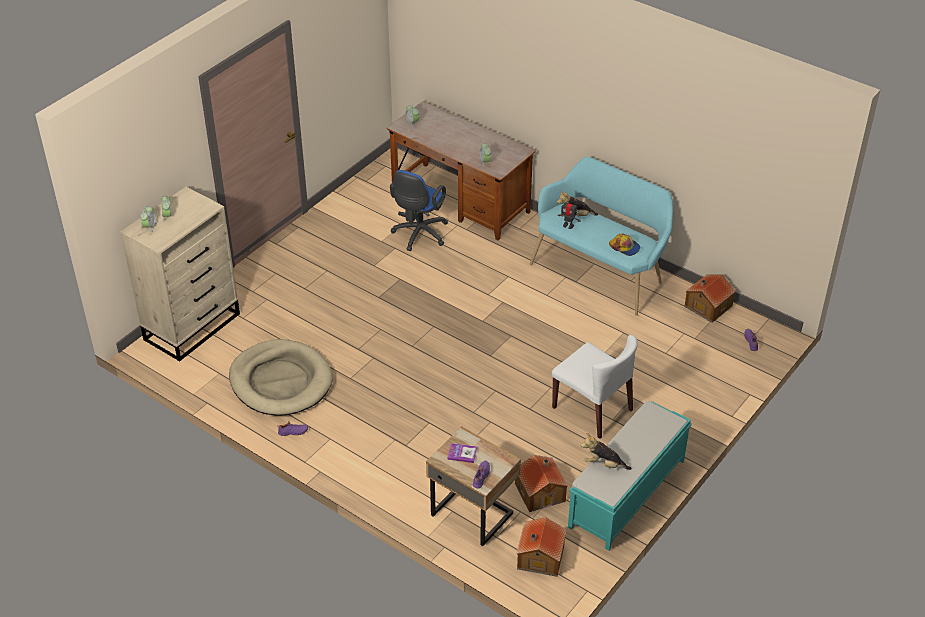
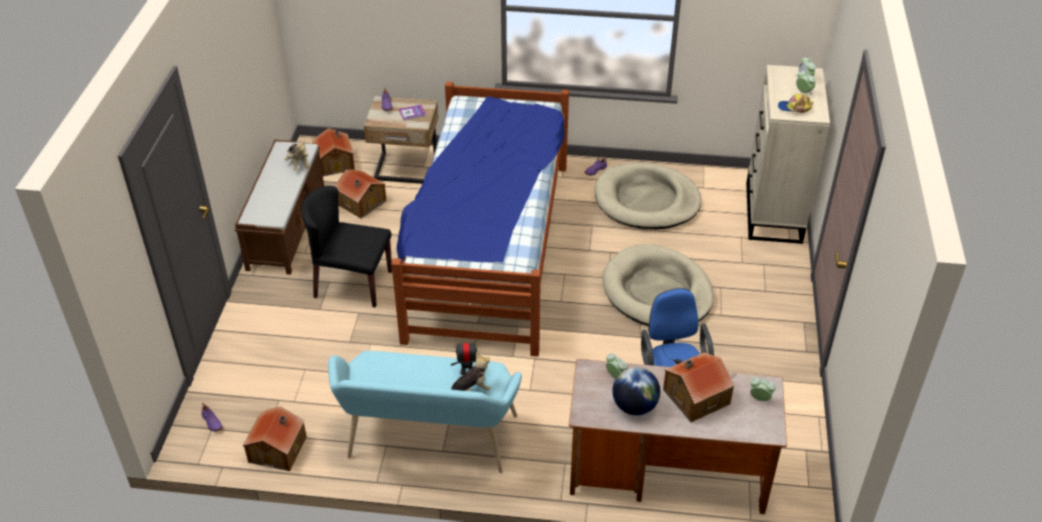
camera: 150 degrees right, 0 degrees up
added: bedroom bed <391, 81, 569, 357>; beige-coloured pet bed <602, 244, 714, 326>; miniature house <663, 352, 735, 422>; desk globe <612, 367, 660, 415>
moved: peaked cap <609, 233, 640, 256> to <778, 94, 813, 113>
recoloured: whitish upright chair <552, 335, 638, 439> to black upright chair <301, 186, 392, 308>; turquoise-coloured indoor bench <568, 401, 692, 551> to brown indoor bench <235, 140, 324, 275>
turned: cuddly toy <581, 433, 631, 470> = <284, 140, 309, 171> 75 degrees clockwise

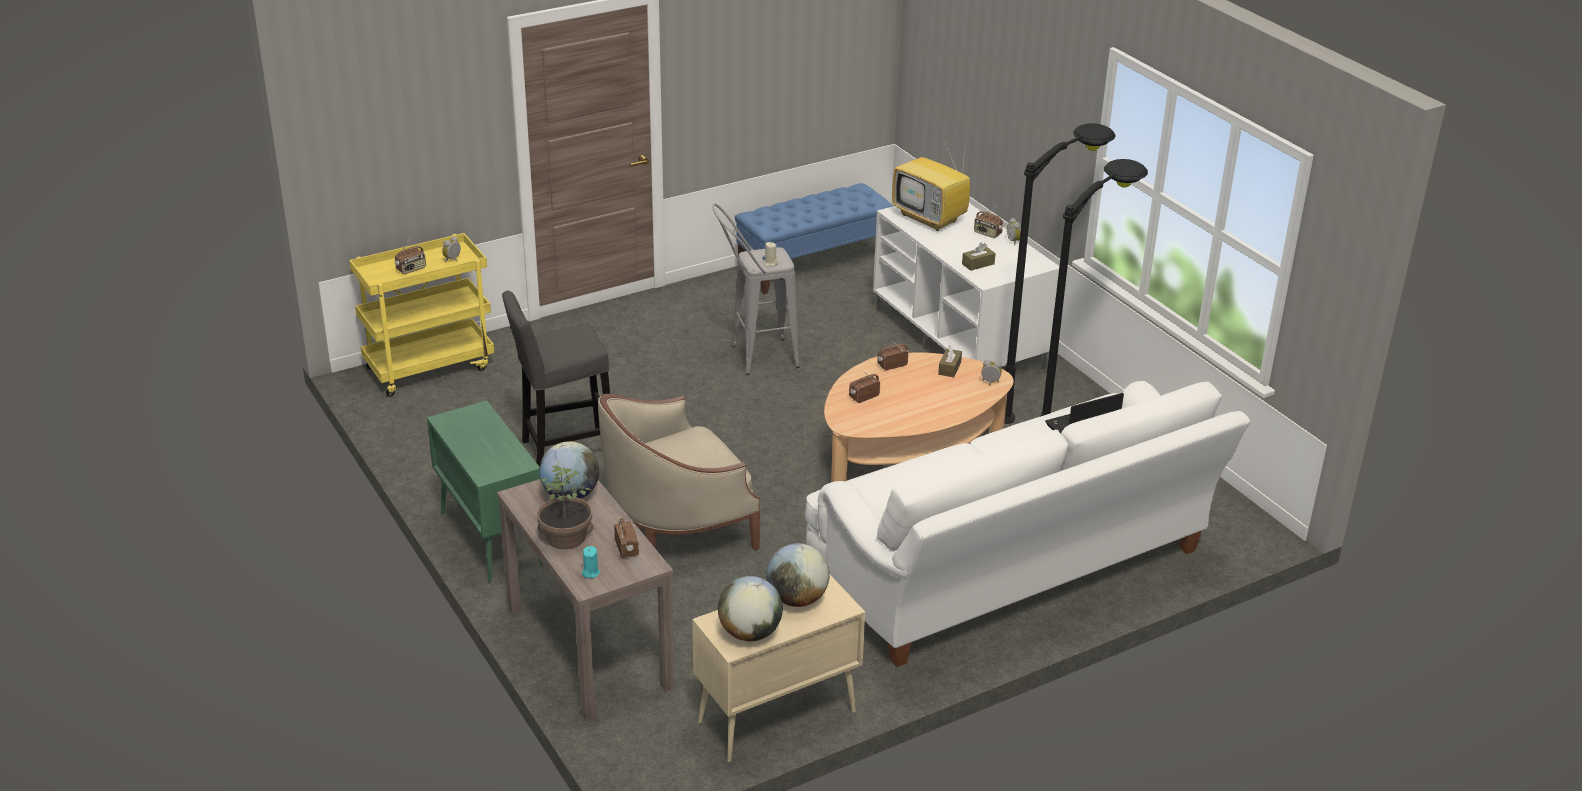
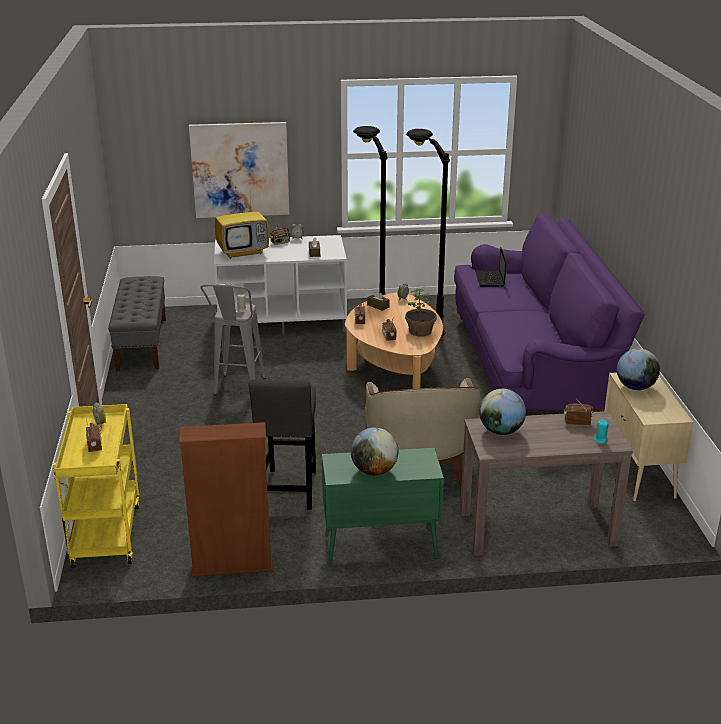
camera: 65 degrees left, 5 degrees down
added: wall art <189, 122, 289, 218>; brown bookcase <179, 422, 273, 577>
moved: houseplant <537, 465, 594, 549> to <405, 289, 437, 337>; desk globe <718, 576, 783, 641> to <351, 427, 398, 475>
recoloured: blue indoor bench <735, 183, 893, 294> to greyish indoor bench <108, 276, 166, 371>; whitish sofa <805, 381, 1250, 667> to purplish sofa <454, 213, 644, 412>

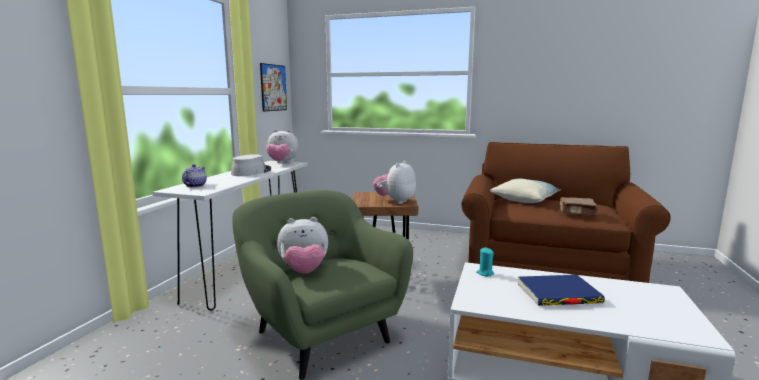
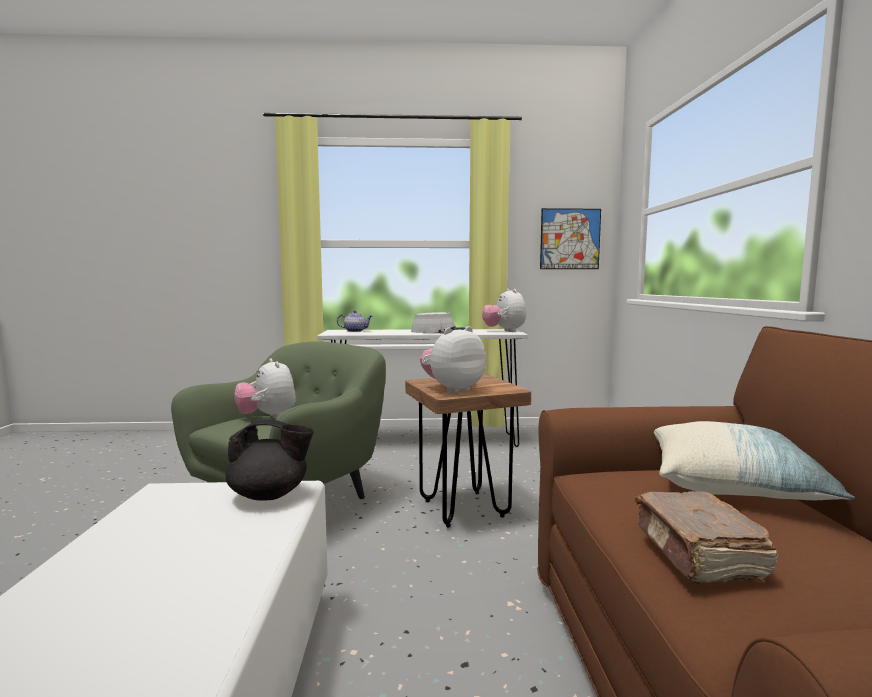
camera: 70 degrees right, 5 degrees down
removed: blue book <518, 275, 605, 306>
replaced: turquoise-coloured wax light <476, 248, 494, 276> to black tea pot <225, 419, 314, 501>
turned: cuddly toy <373, 160, 416, 204> = <420, 326, 486, 393> 45 degrees counterclockwise

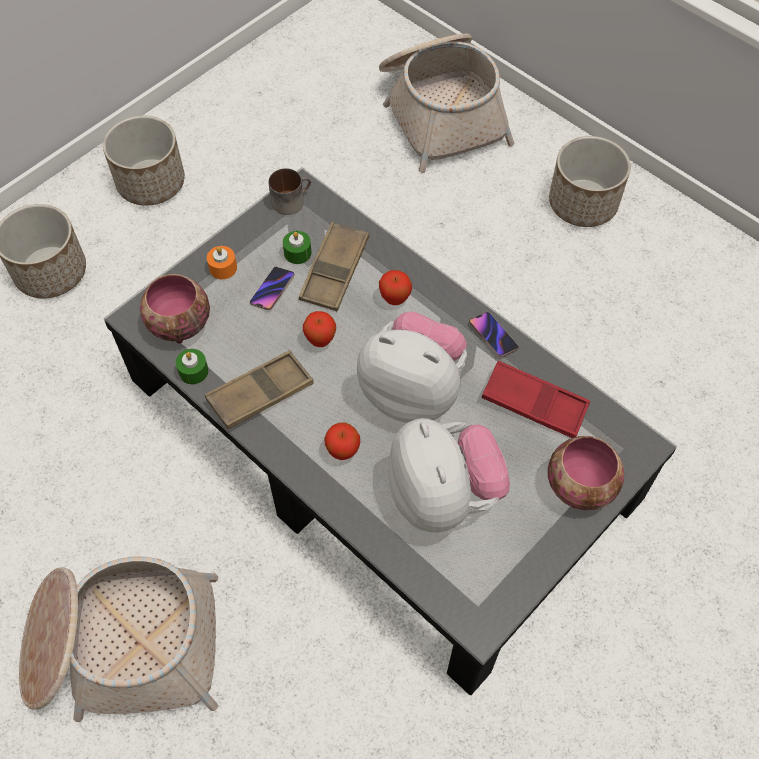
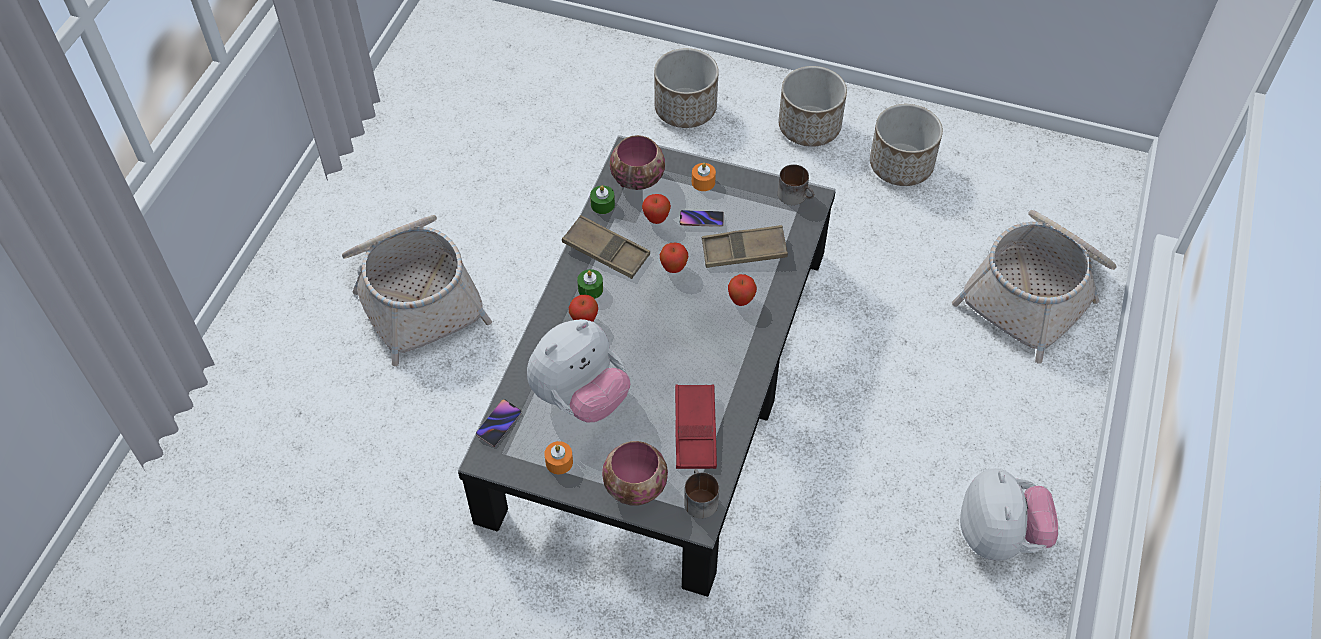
camera: 65 degrees right, 5 degrees down
added: apple <642, 194, 671, 224>; orange wax light <544, 441, 573, 474>; tea mug <684, 469, 719, 519>
moved: flower pot <549, 136, 631, 227> to <870, 104, 943, 186>; green-coloured wax light <283, 231, 312, 264> to <577, 269, 603, 299>; cuddly toy <357, 312, 467, 423> to <960, 468, 1058, 561>; phone <469, 312, 519, 358> to <476, 399, 522, 447>

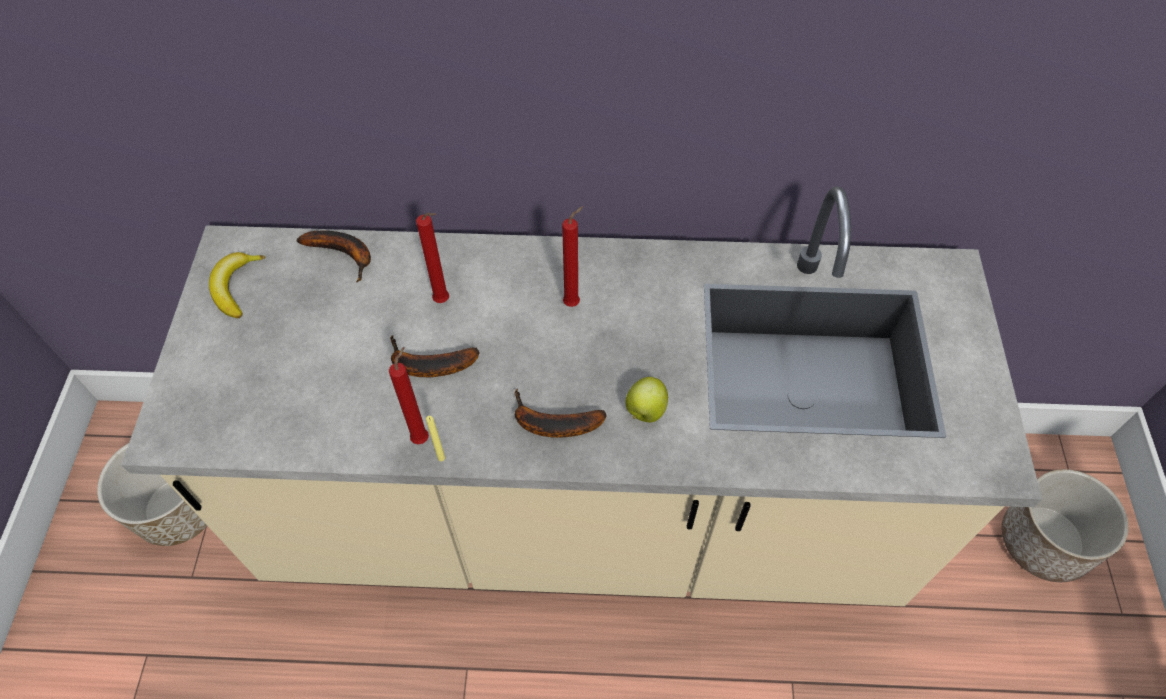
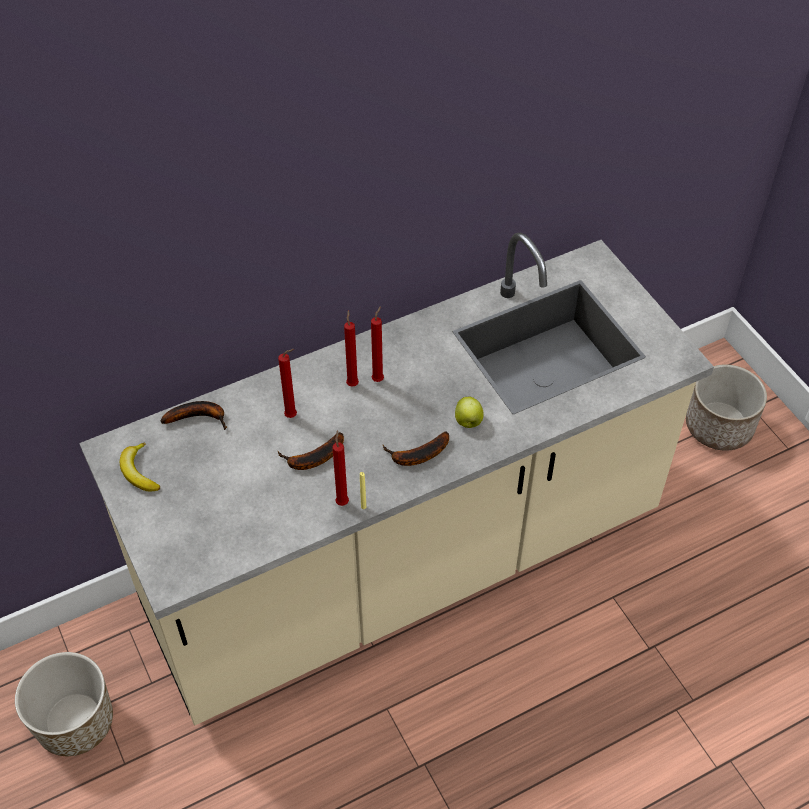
camera: 30 degrees left, 5 degrees down
added: reddish wax light <344, 310, 359, 387>

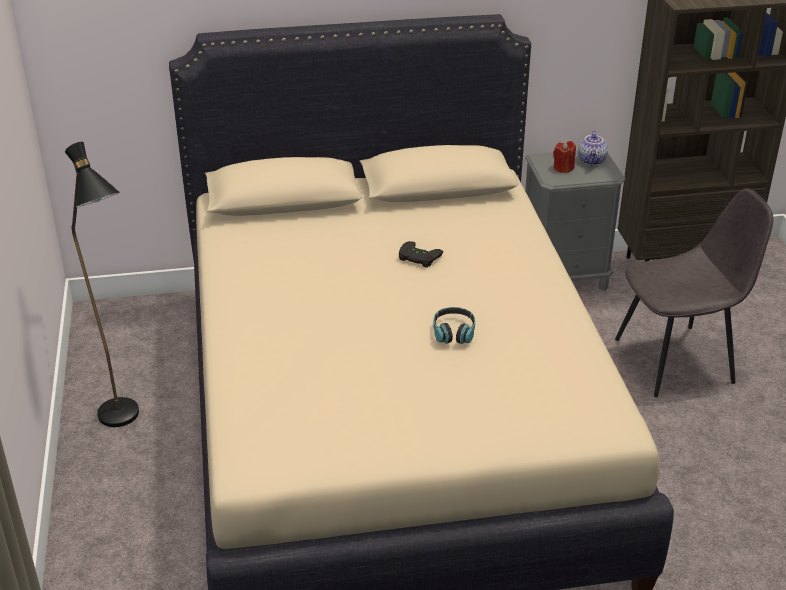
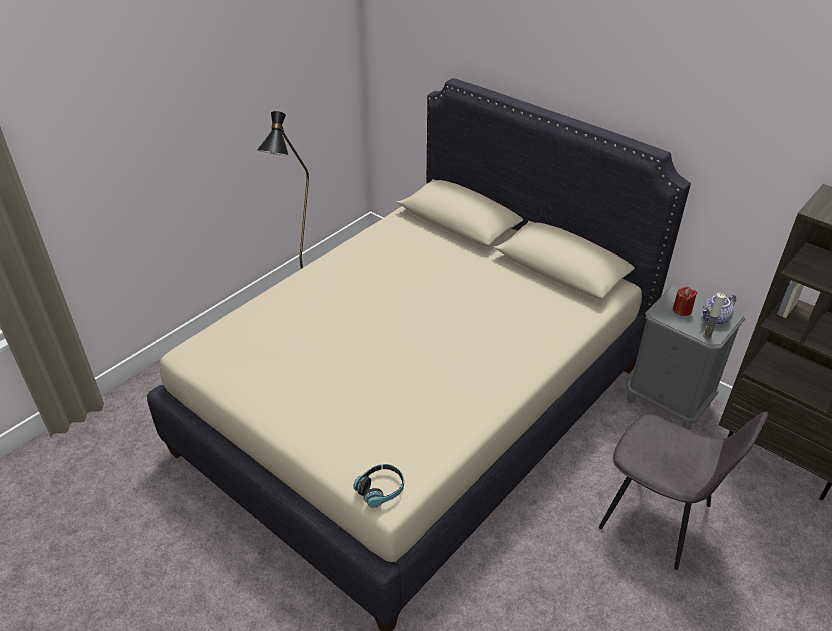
camera: 50 degrees right, 5 degrees up
removed: black joypad <399, 241, 443, 267>
added: wax light <703, 293, 725, 339>
moved: pair of headphones <433, 307, 475, 344> to <353, 464, 404, 508>

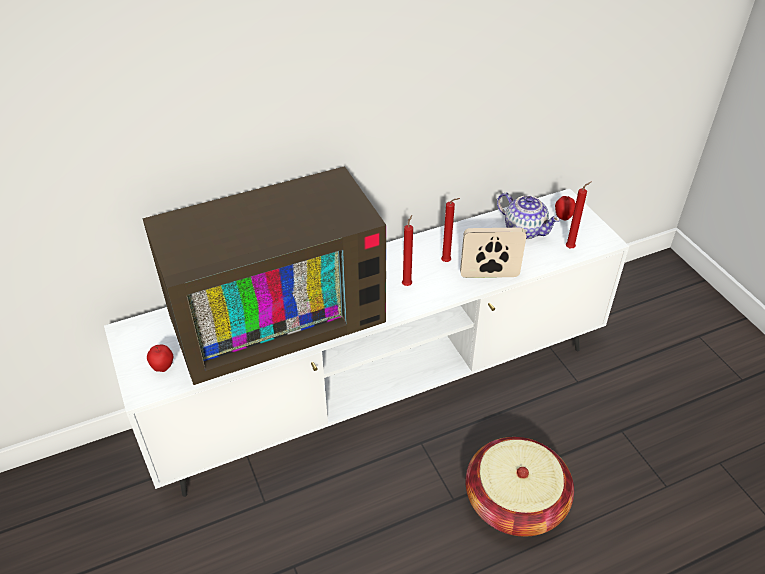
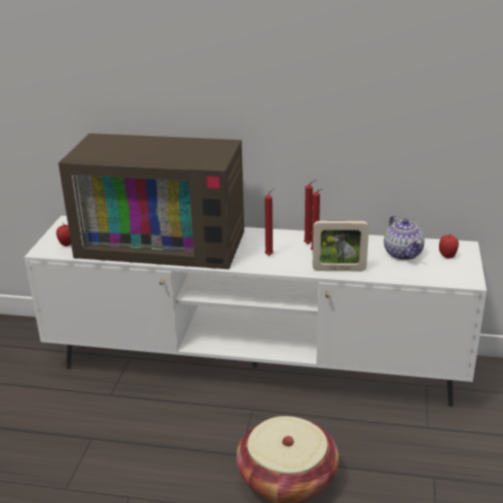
camera: 35 degrees right, 15 degrees down
moved: reddish wax light <566, 181, 592, 248> to <304, 180, 317, 244>
turned: picture frame <460, 228, 526, 278> = <313, 221, 369, 271> 150 degrees clockwise

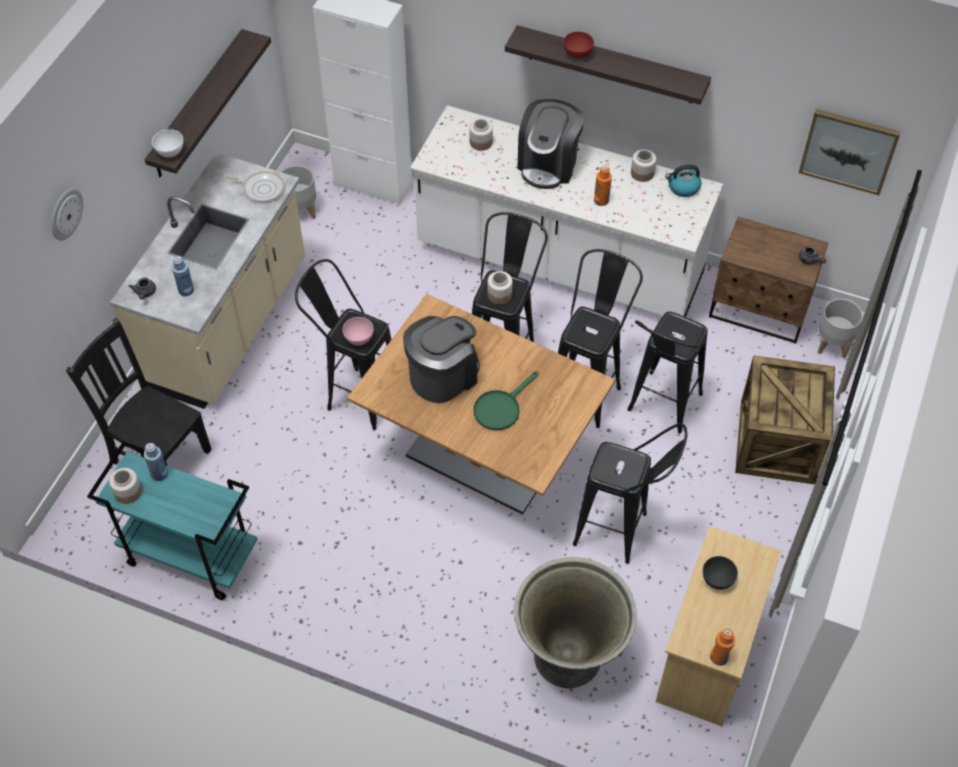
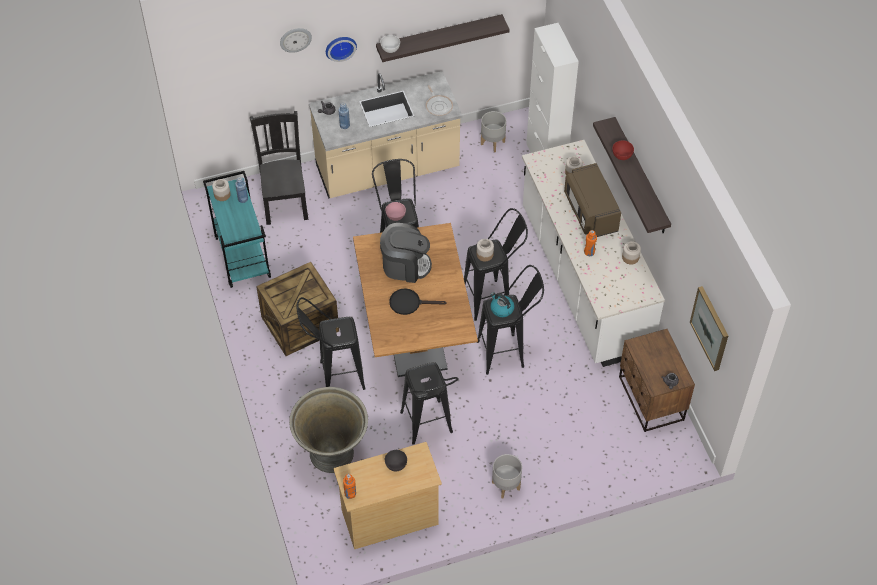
camera: 50 degrees right, 0 degrees up
added: hanging clock <326, 37, 357, 62>
moved: tea kettle <665, 164, 701, 197> to <490, 292, 514, 317>; greyish flower pot <818, 299, 863, 358> to <492, 454, 522, 499>; black sitting stool <627, 312, 708, 434> to <297, 297, 365, 390>; shipping crate <735, 355, 835, 484> to <256, 262, 339, 356>
replaced: coffee maker <517, 99, 585, 189> to brown kitchen microwave <564, 163, 621, 237>
recoloured: green-coloured frying pan <474, 371, 538, 430> to black frying pan <389, 288, 447, 315>

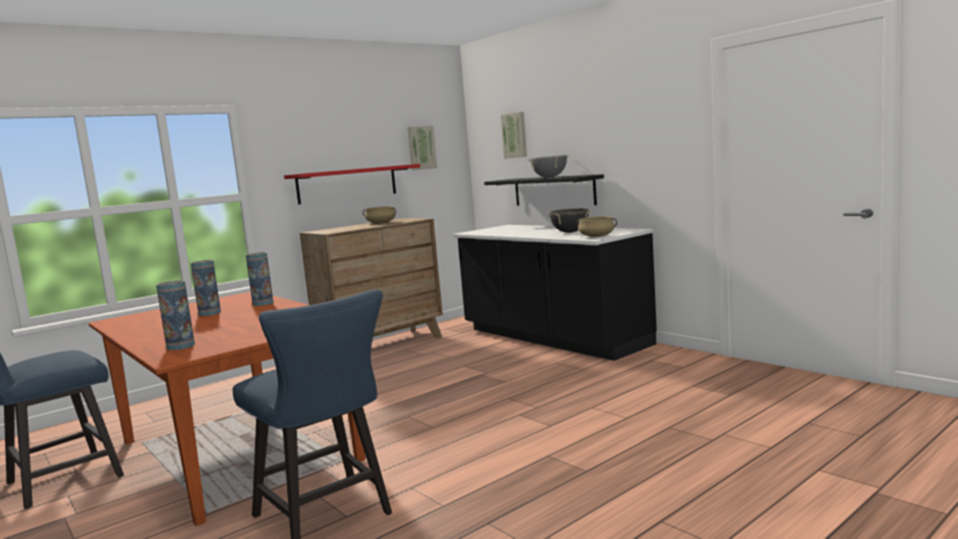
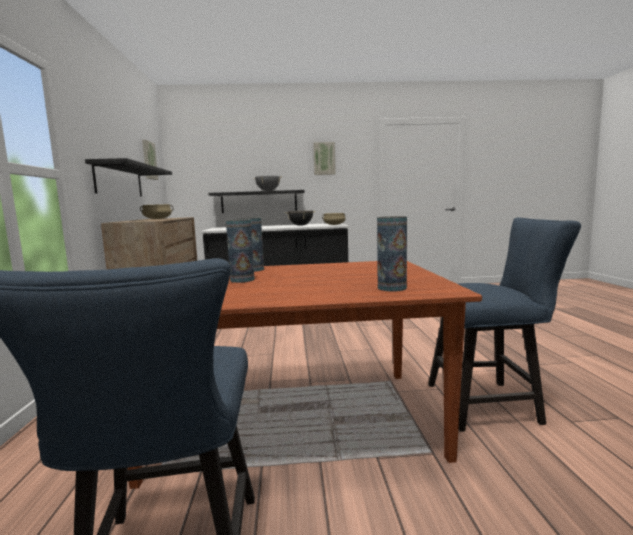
camera: 55 degrees left, 0 degrees up
moved: wall art <501, 112, 527, 159> to <313, 142, 336, 175>
recoloured: reddish bracket shelf <284, 164, 420, 205> to black bracket shelf <85, 158, 172, 196>

